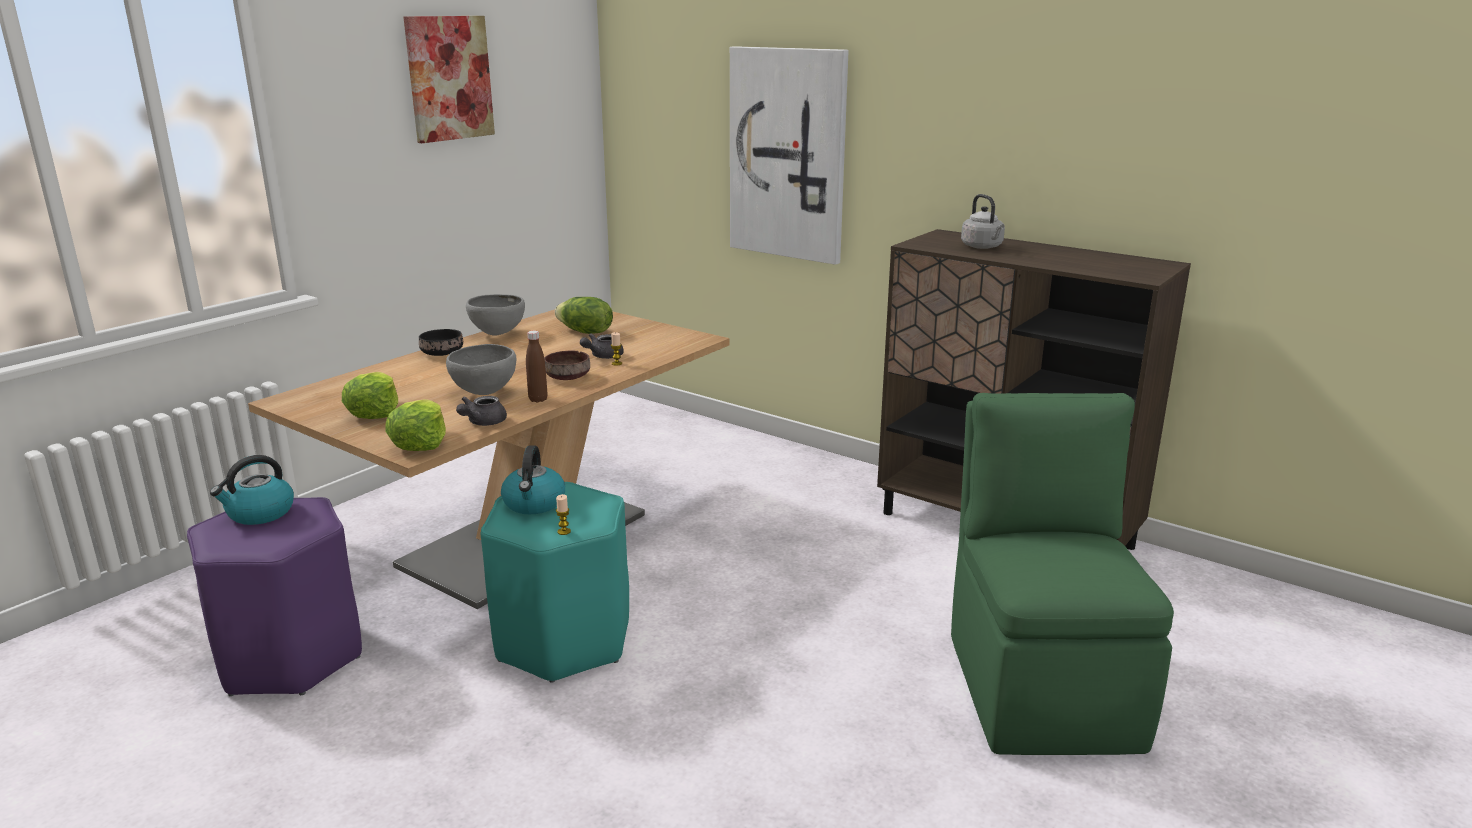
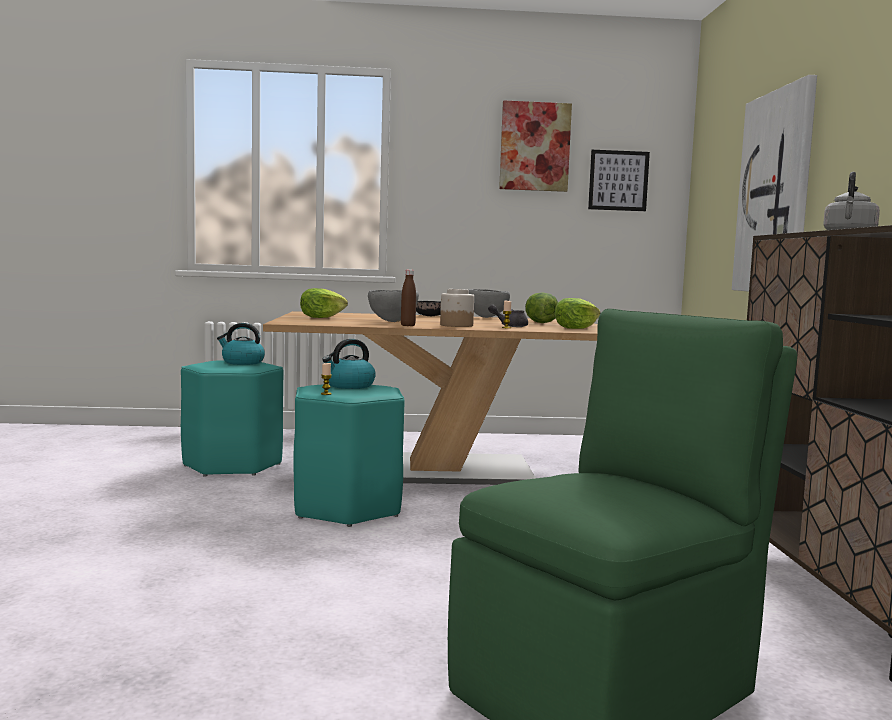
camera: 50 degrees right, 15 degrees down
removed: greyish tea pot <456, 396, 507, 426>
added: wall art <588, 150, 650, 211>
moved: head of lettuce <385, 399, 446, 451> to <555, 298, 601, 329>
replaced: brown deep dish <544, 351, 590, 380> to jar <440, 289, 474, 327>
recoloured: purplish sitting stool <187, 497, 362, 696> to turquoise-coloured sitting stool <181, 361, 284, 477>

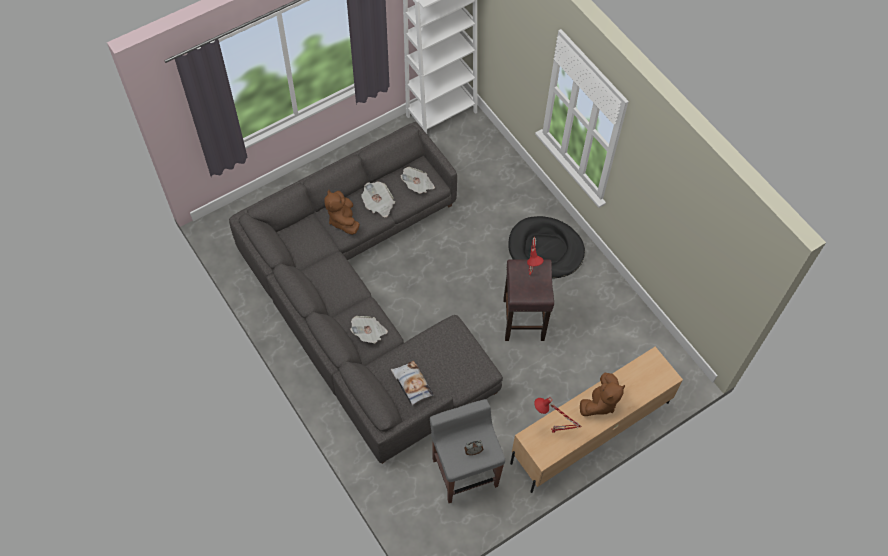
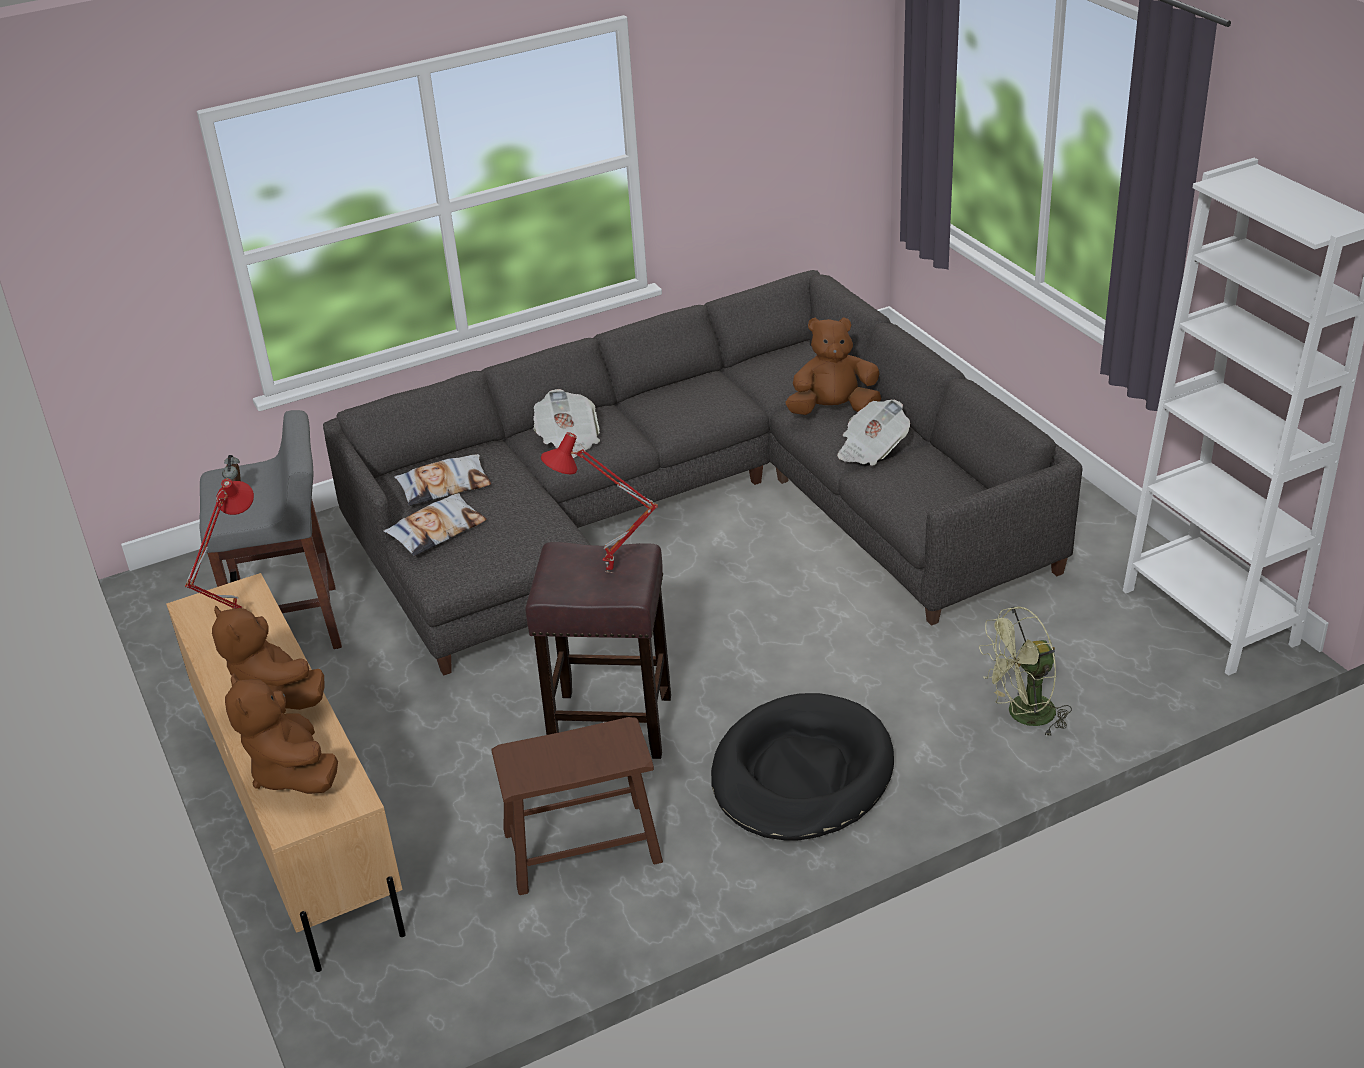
camera: 100 degrees right, 25 degrees down
removed: newspaper <401, 167, 435, 194>
added: cushion <383, 493, 487, 556>; green-coloured electric fan <979, 606, 1072, 738>; brown cuddly toy <225, 673, 338, 794>; brown sitting stool <491, 717, 663, 895>

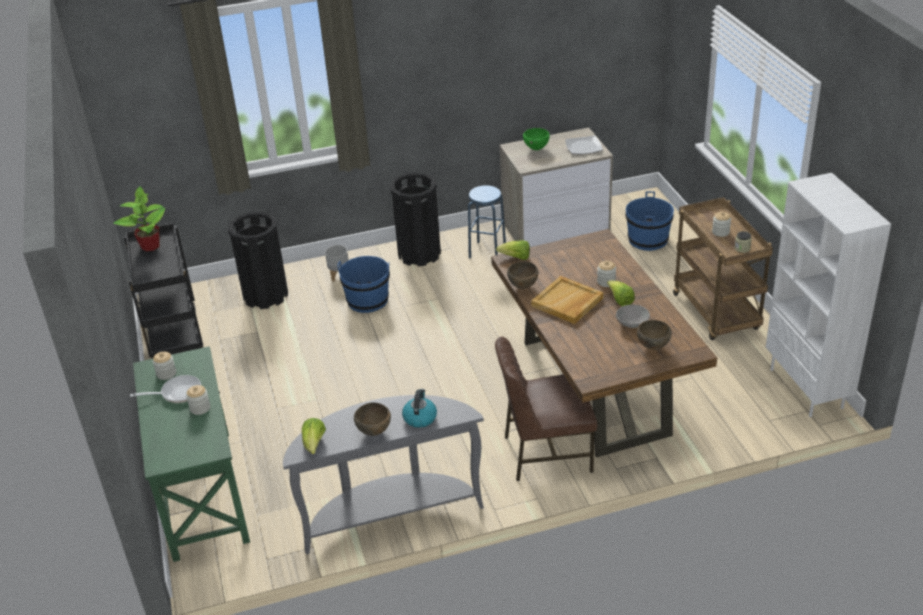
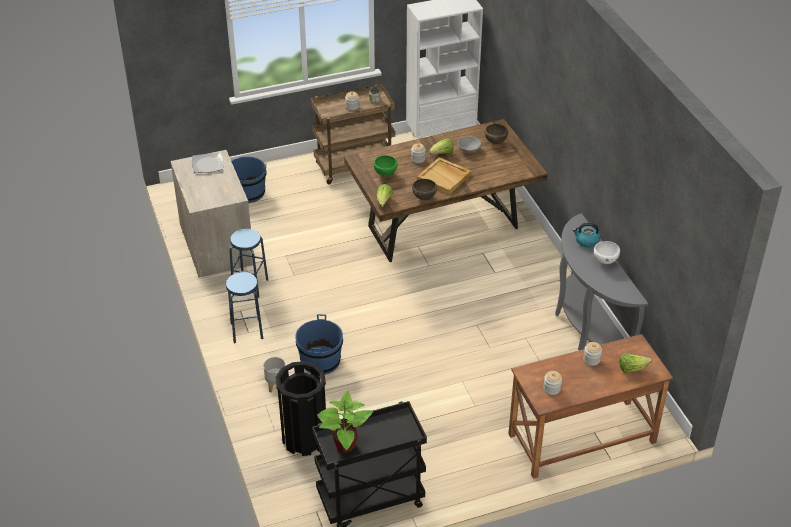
camera: 95 degrees left, 5 degrees up
removed: brown upright chair <495, 337, 598, 481>; frying pan <130, 375, 201, 403>
moved: green-coloured deep dish <523, 128, 550, 150> to <374, 155, 398, 176>; head of lettuce <302, 418, 326, 454> to <619, 353, 652, 373>
replaced: black rubbish bin <390, 172, 441, 267> to blue sitting stool <226, 272, 263, 343>
recoloured: green-coloured desk <133, 346, 250, 562> to brown desk <508, 334, 673, 478>; brown deep dish <354, 403, 391, 436> to whitish deep dish <594, 241, 620, 264>

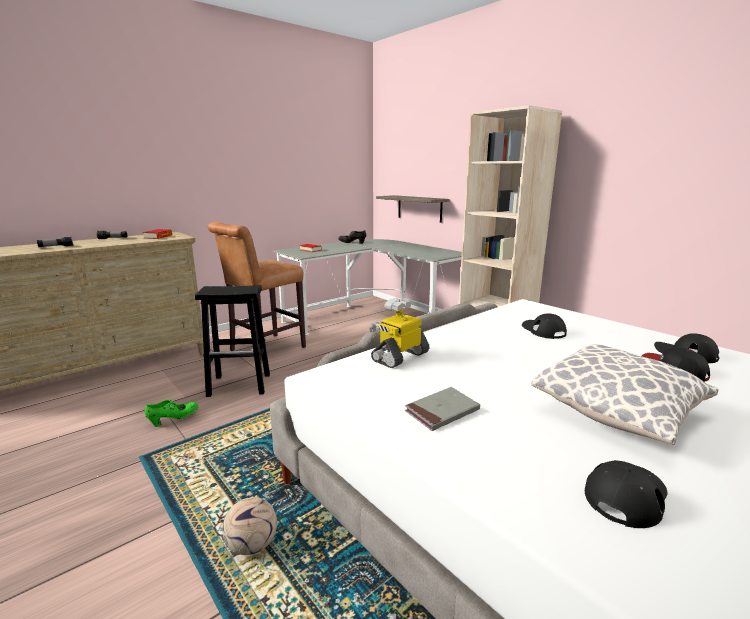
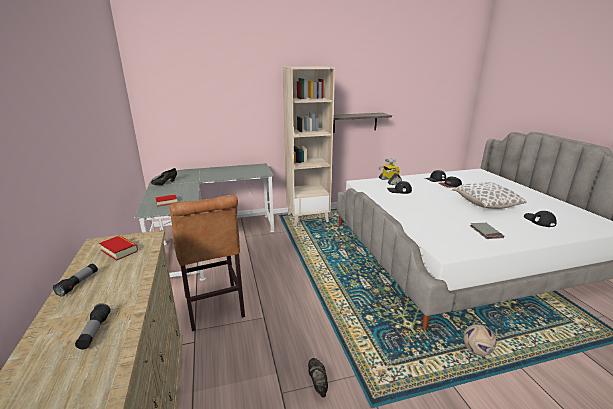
camera: 65 degrees left, 5 degrees up
removed: black sitting stool <195, 285, 270, 397>
moved: bracket shelf <376, 195, 450, 223> to <333, 113, 392, 133>; robot figure <369, 298, 430, 368> to <378, 158, 402, 185>
recoloured: green-coloured item of footwear <145, 400, 199, 427> to black item of footwear <308, 358, 328, 398>

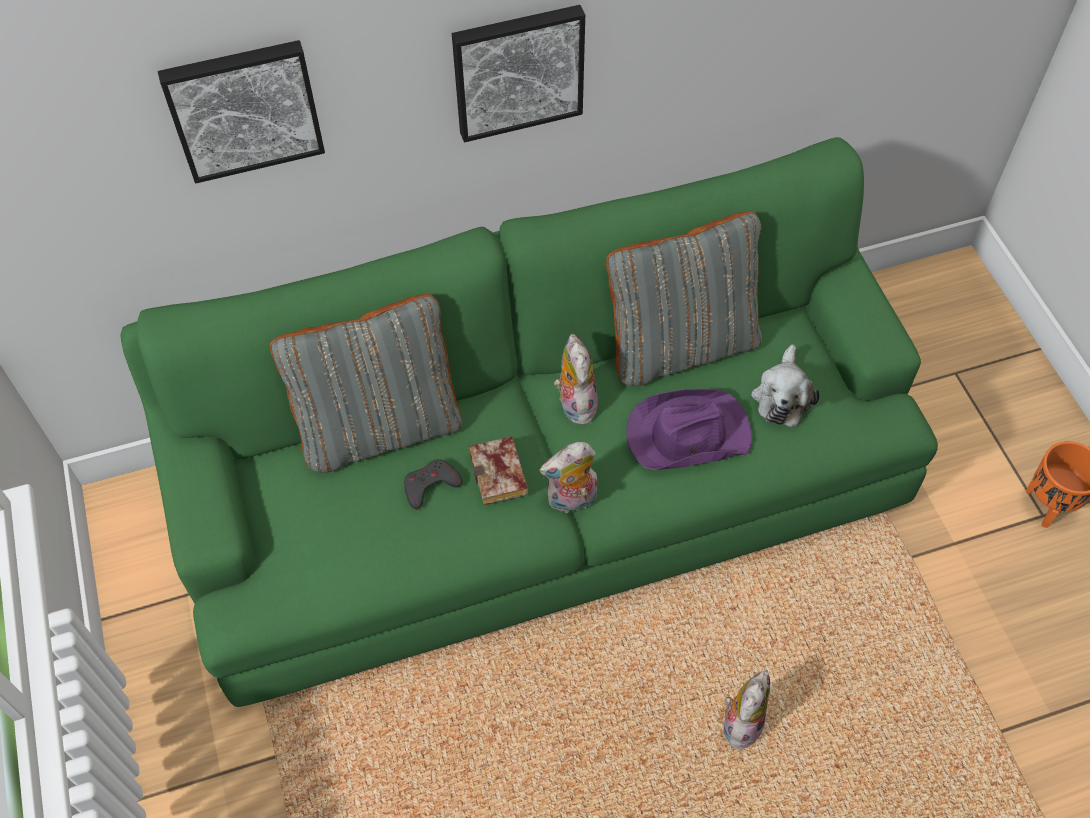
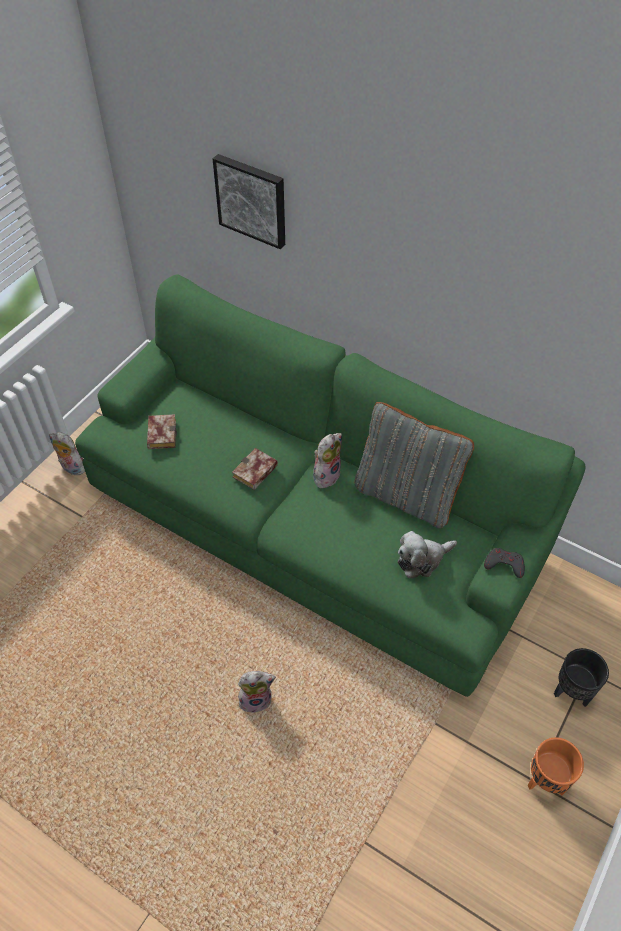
camera: 50 degrees right, 5 degrees down
removed: wall art <452, 5, 585, 143>; greyish cushion <270, 294, 462, 473>; purplish hat <626, 389, 752, 470>
added: book <147, 414, 177, 449>; black flower pot <554, 648, 609, 707>
moved: cuddly toy <540, 442, 597, 513> to <49, 432, 85, 475>; greyish joypad <404, 459, 463, 509> to <484, 548, 525, 578>

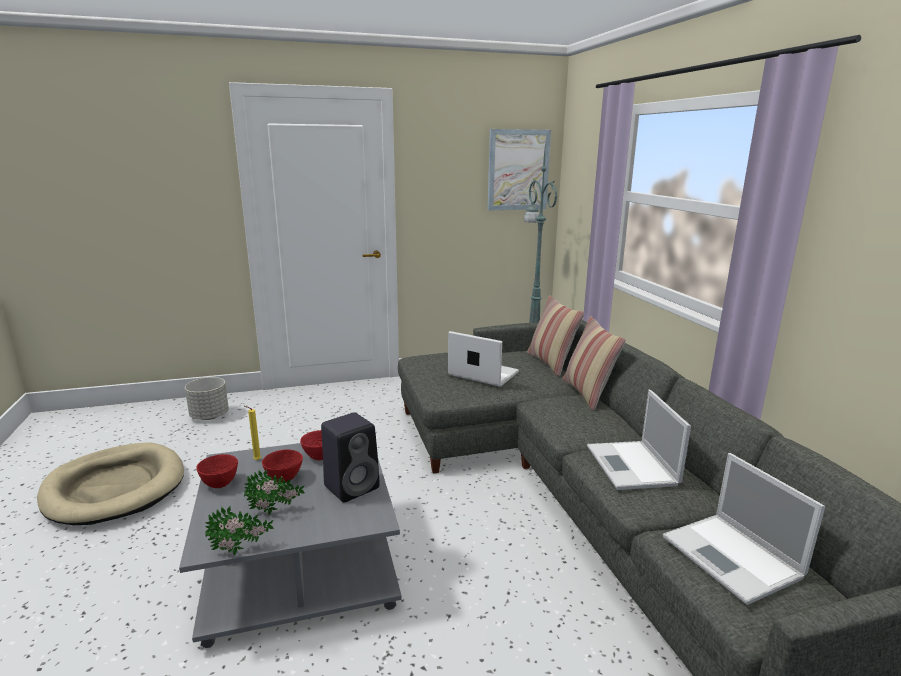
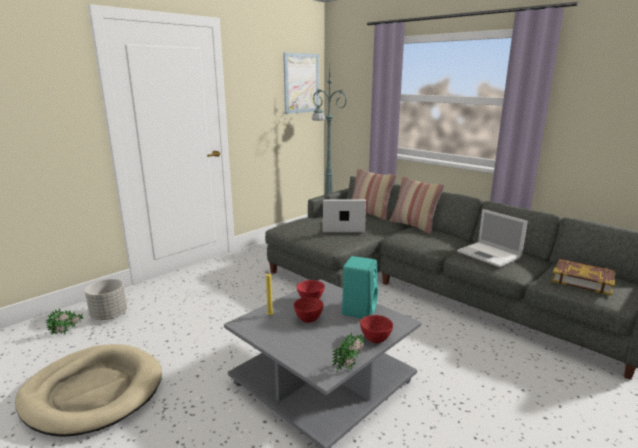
camera: 30 degrees left, 0 degrees up
moved: reddish deep dish <196, 454, 238, 488> to <360, 315, 393, 343>; houseplant <244, 469, 305, 515> to <46, 309, 83, 335>
replaced: laptop <663, 453, 825, 605> to book <552, 259, 616, 295>
recoloured: black audio speaker <321, 412, 380, 503> to turquoise-coloured audio speaker <342, 256, 378, 319>

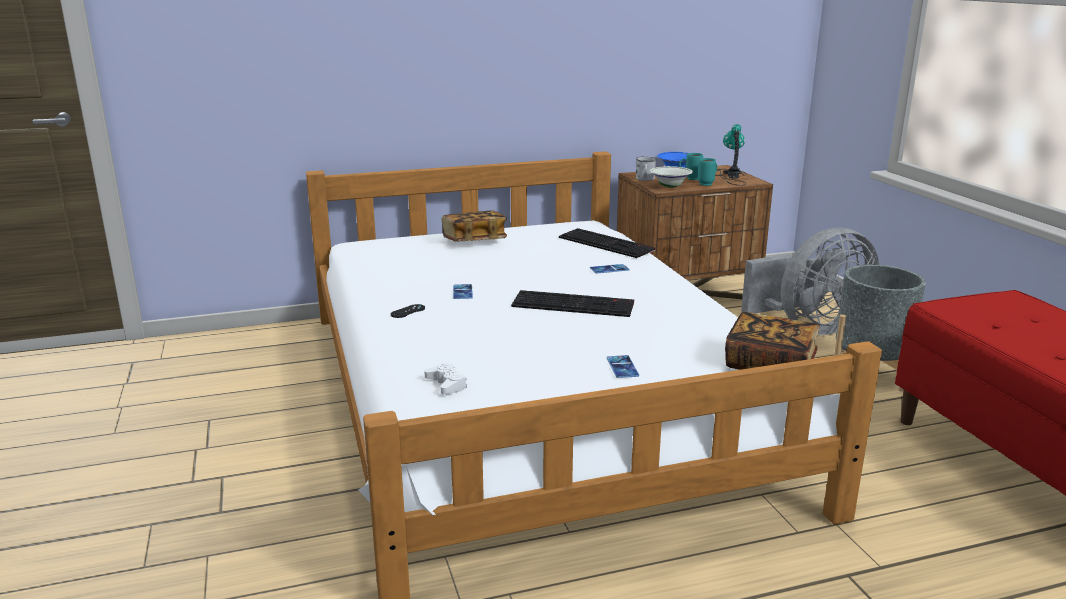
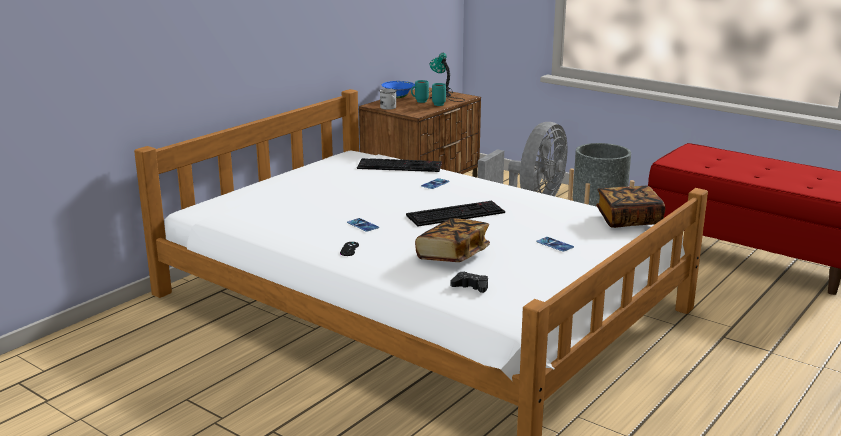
camera: 35 degrees left, 0 degrees up
removed: whitish deep dish <650, 166, 693, 188>
moved: book <441, 211, 507, 241> to <415, 218, 490, 262>
recoloured: whitish joypad <424, 363, 467, 394> to black joypad <450, 271, 488, 293>

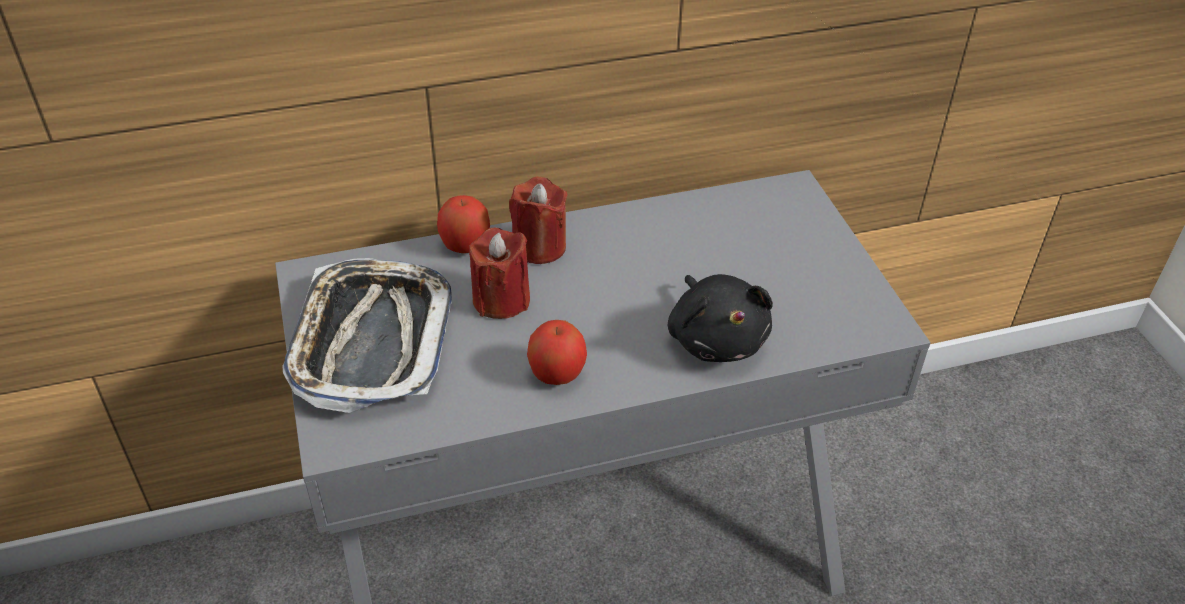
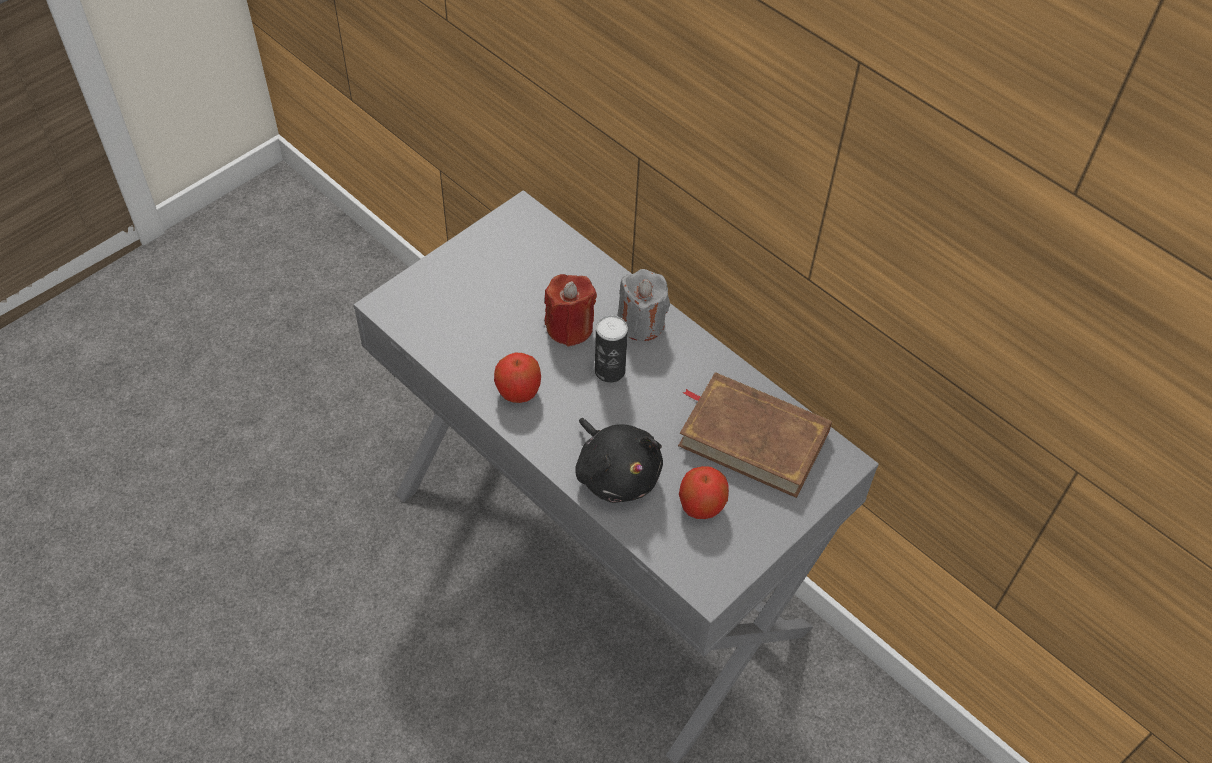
camera: 60 degrees right, 10 degrees up
removed: serving tray <283, 258, 452, 413>
added: metal can <595, 315, 628, 383>; brown book <678, 372, 832, 498>
moved: apple <437, 195, 490, 253> to <679, 466, 729, 519>
recoloured: reddish wax light <509, 176, 567, 264> to greyish wax light <618, 269, 670, 341>
turned: black cuddly toy <668, 274, 773, 362> = <575, 418, 663, 503> 75 degrees counterclockwise

